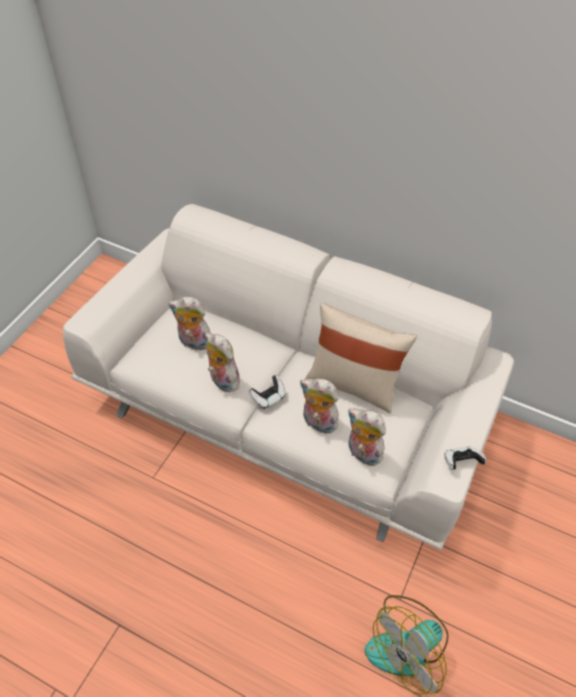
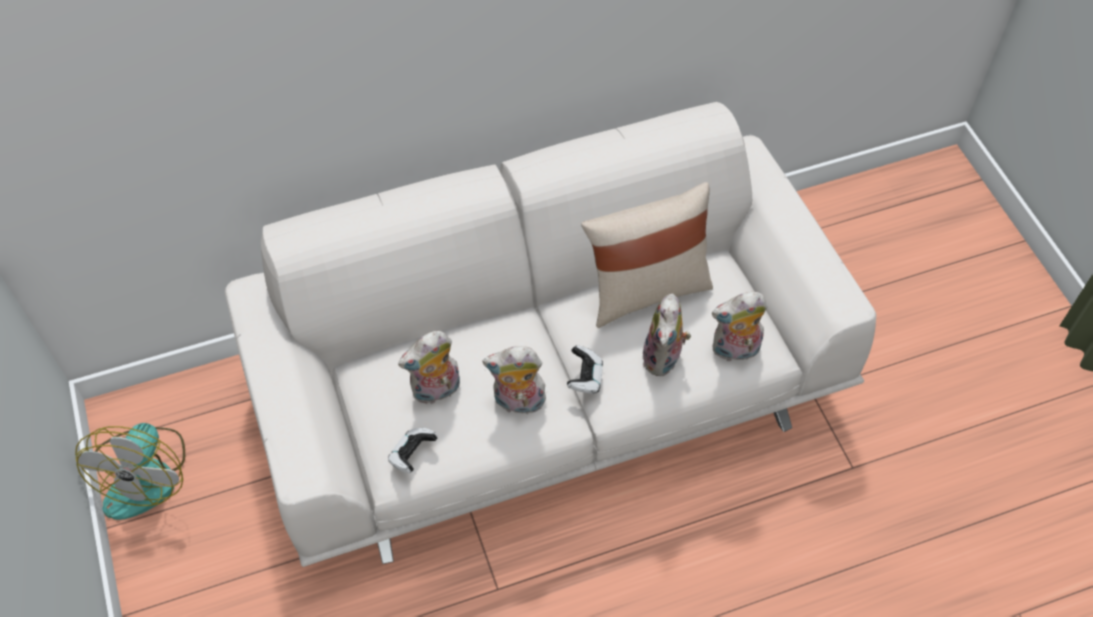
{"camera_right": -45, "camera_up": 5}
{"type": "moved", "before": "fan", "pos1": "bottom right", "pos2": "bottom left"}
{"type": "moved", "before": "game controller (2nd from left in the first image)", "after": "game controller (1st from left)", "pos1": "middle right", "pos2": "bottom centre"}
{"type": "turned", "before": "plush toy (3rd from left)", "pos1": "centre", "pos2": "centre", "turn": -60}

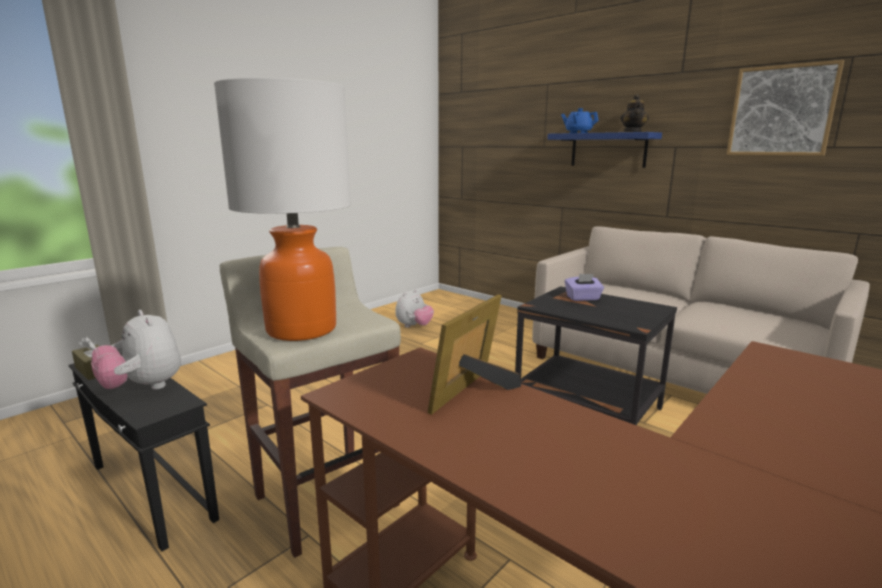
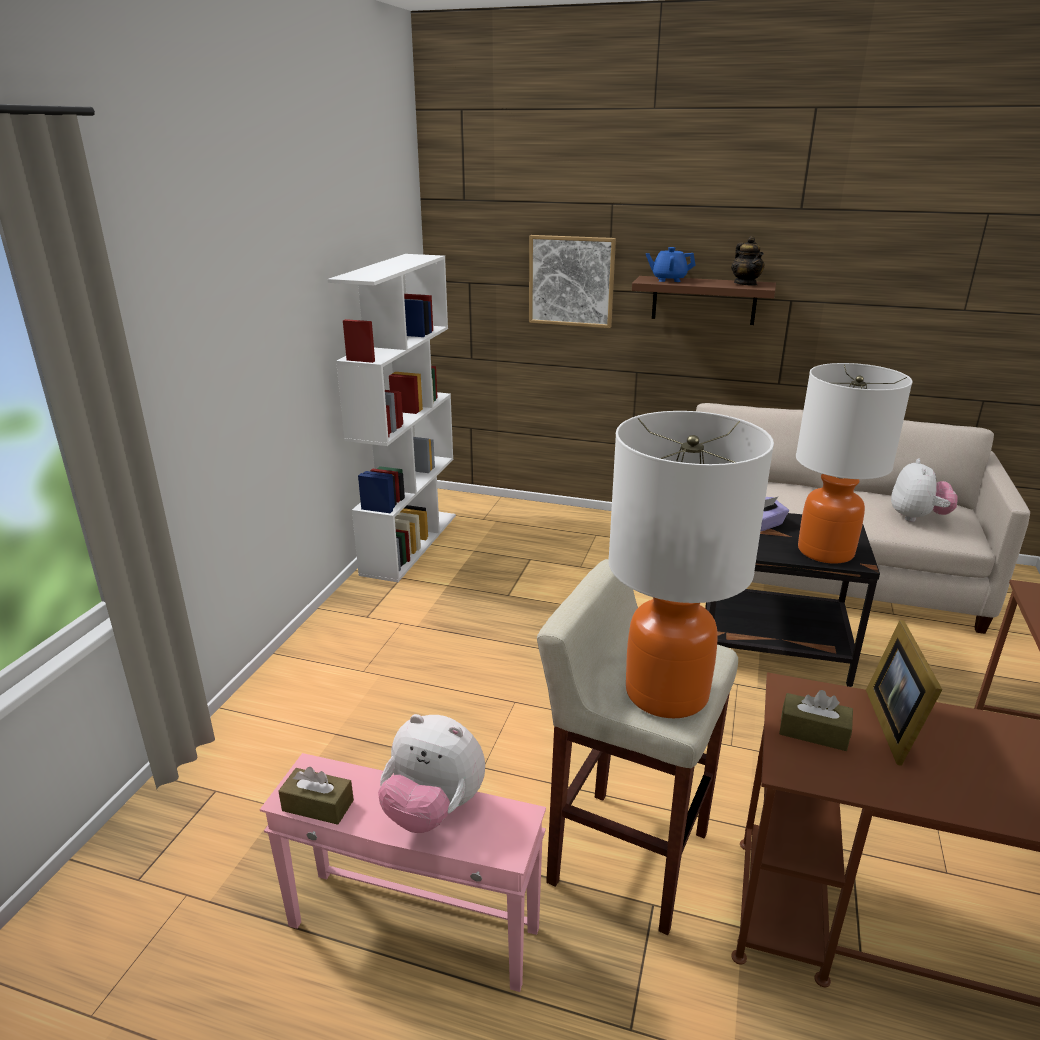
{"camera_right": -25, "camera_up": 10}
{"type": "added", "after": "white bookcase", "pos2": "centre"}
{"type": "added", "after": "brown tissue box (2nd from left)", "pos2": "bottom right"}
{"type": "added", "after": "table lamp (2nd from left)", "pos2": "middle right"}
{"type": "moved", "before": "plush toy (2nd from left)", "pos1": "centre", "pos2": "middle right"}
{"type": "moved", "before": "picture", "pos1": "top right", "pos2": "top centre"}
{"type": "recoloured", "before": "black side table (1st from left)", "after": "pink side table", "pos1": "bottom left", "pos2": "bottom centre"}
{"type": "recoloured", "before": "blue shelf", "after": "brown shelf", "pos1": "top right", "pos2": "top right"}

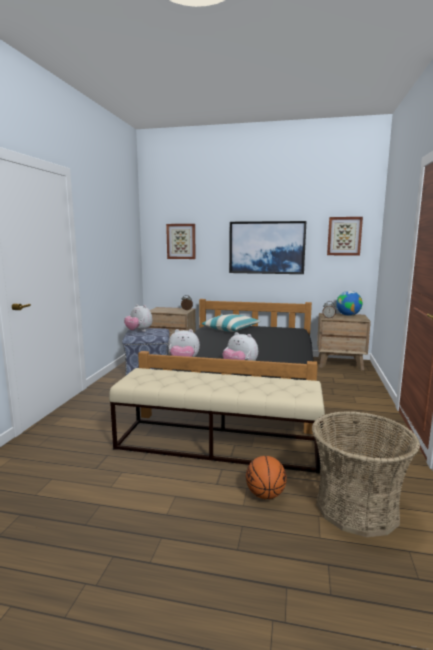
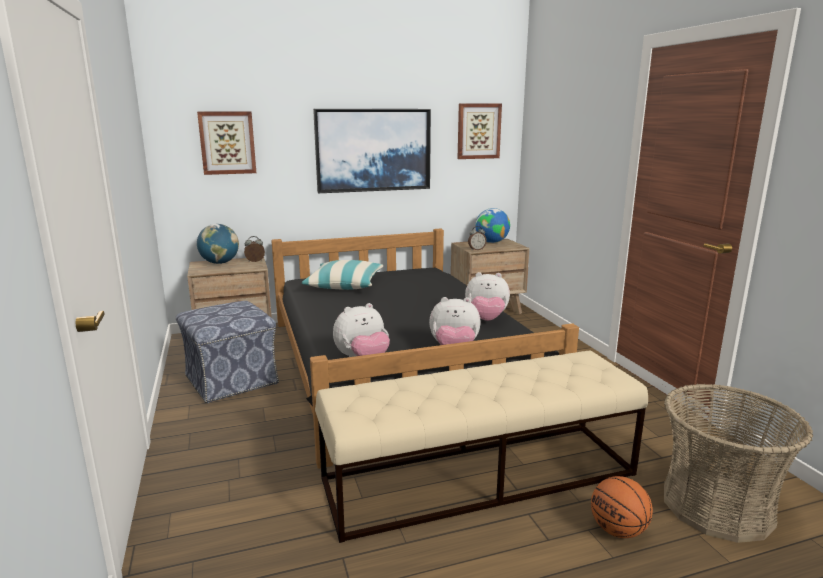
{"camera_right": -30, "camera_up": 5}
{"type": "added", "after": "globe (1st from left)", "pos2": "middle left"}
{"type": "moved", "before": "plush toy (1st from left in the first image)", "after": "plush toy (3rd from left)", "pos1": "middle left", "pos2": "centre"}

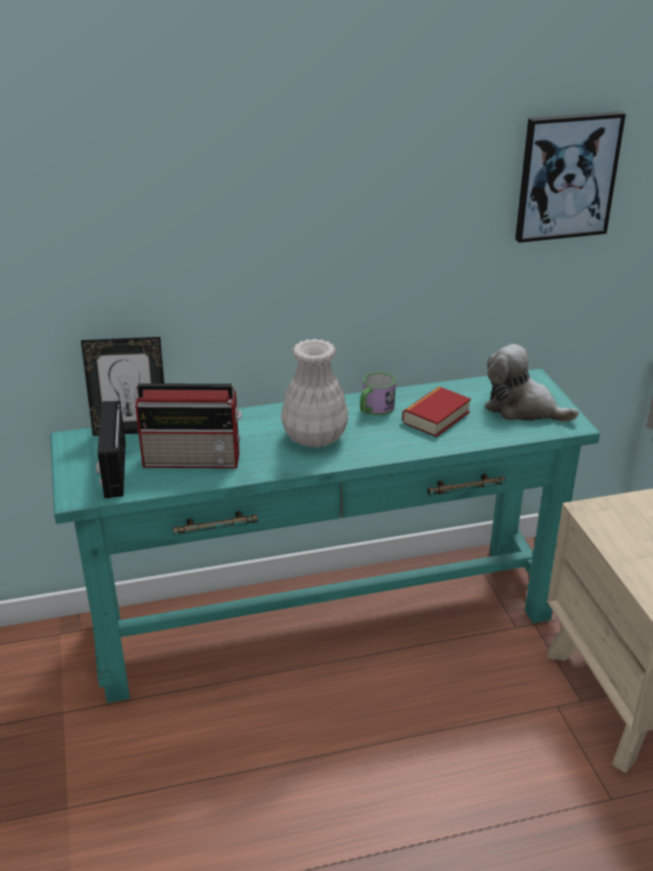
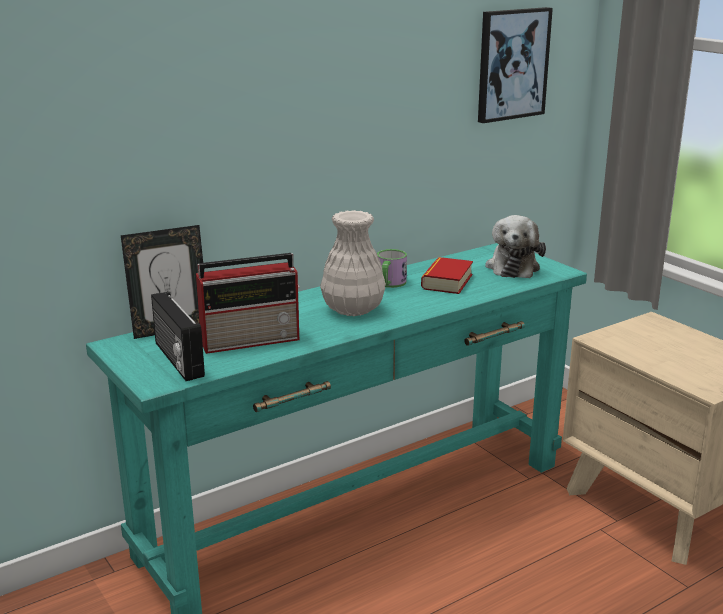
{"camera_right": -20, "camera_up": -10}
{"type": "turned", "before": "plush toy", "pos1": "middle right", "pos2": "middle right", "turn": -90}

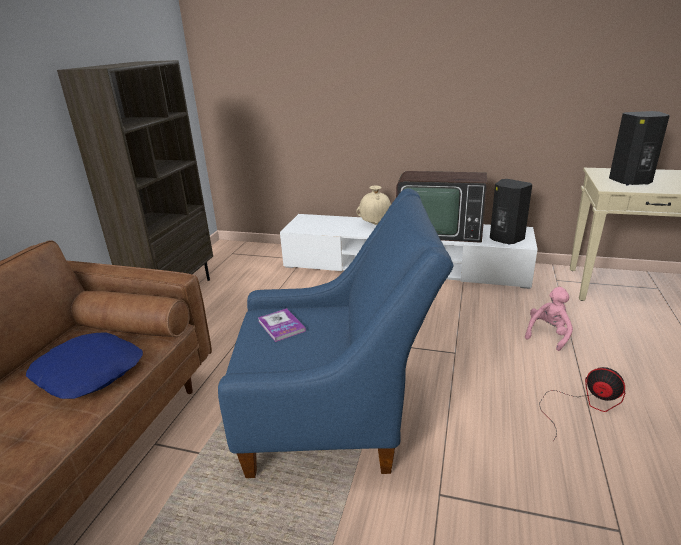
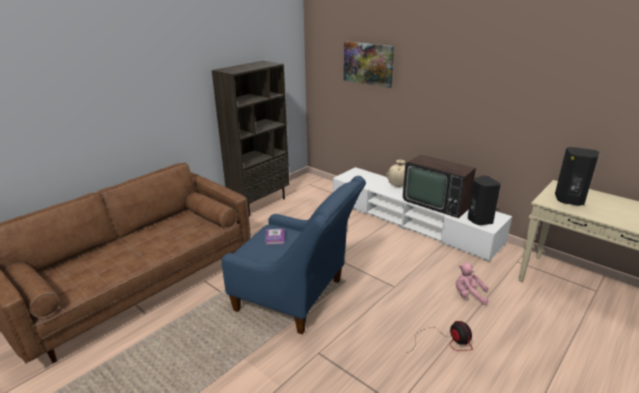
{"camera_right": 25, "camera_up": 0}
{"type": "removed", "before": "blue pillow", "pos1": "bottom left"}
{"type": "added", "after": "picture", "pos2": "top centre"}
{"type": "turned", "before": "pink plush toy", "pos1": "middle right", "pos2": "bottom right", "turn": -135}

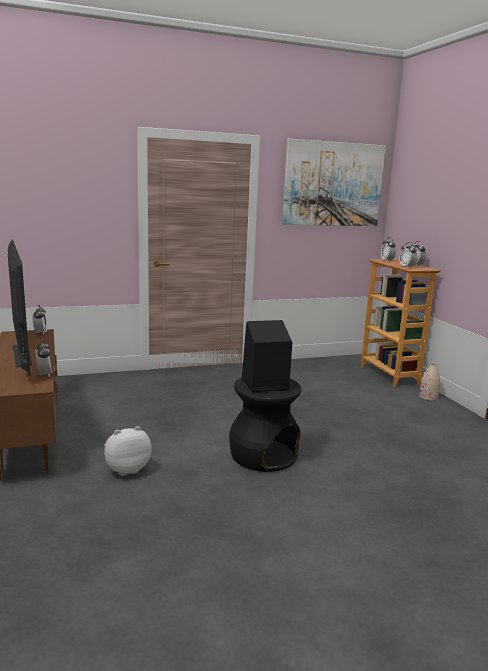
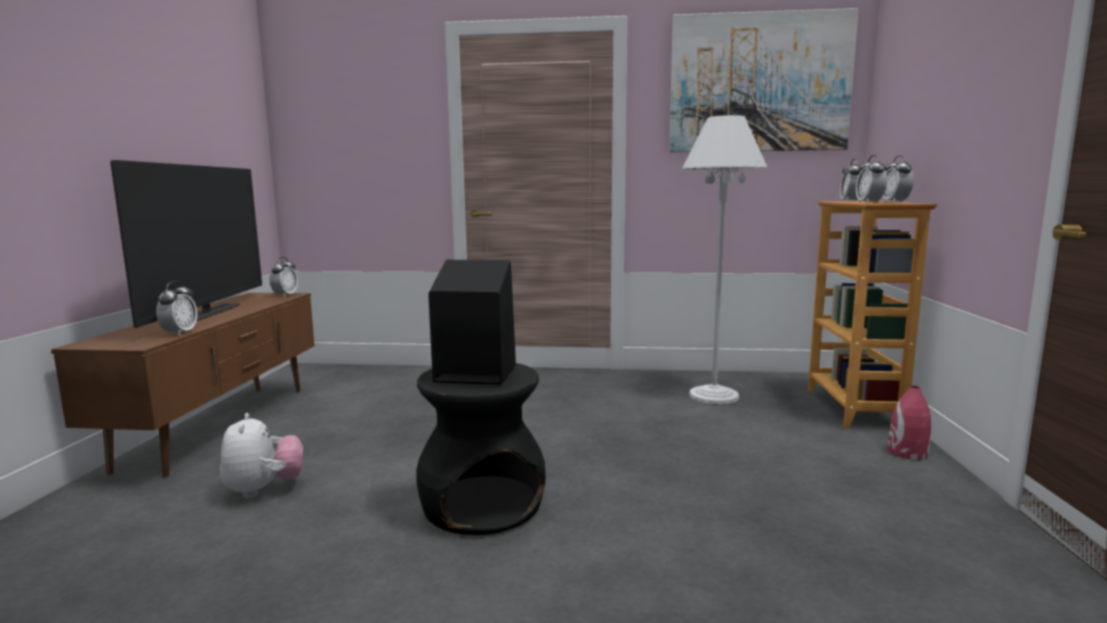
{"camera_right": 25, "camera_up": -5}
{"type": "added", "after": "white floor lamp", "pos2": "centre"}
{"type": "recoloured", "before": "beige vase", "after": "red vase", "pos1": "middle right", "pos2": "bottom right"}
{"type": "turned", "before": "plush toy", "pos1": "bottom left", "pos2": "bottom left", "turn": 75}

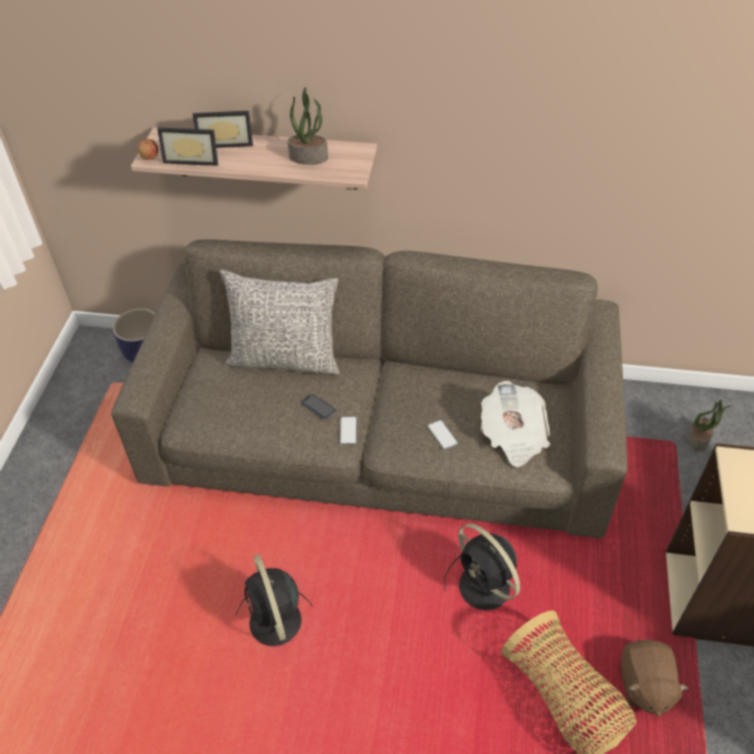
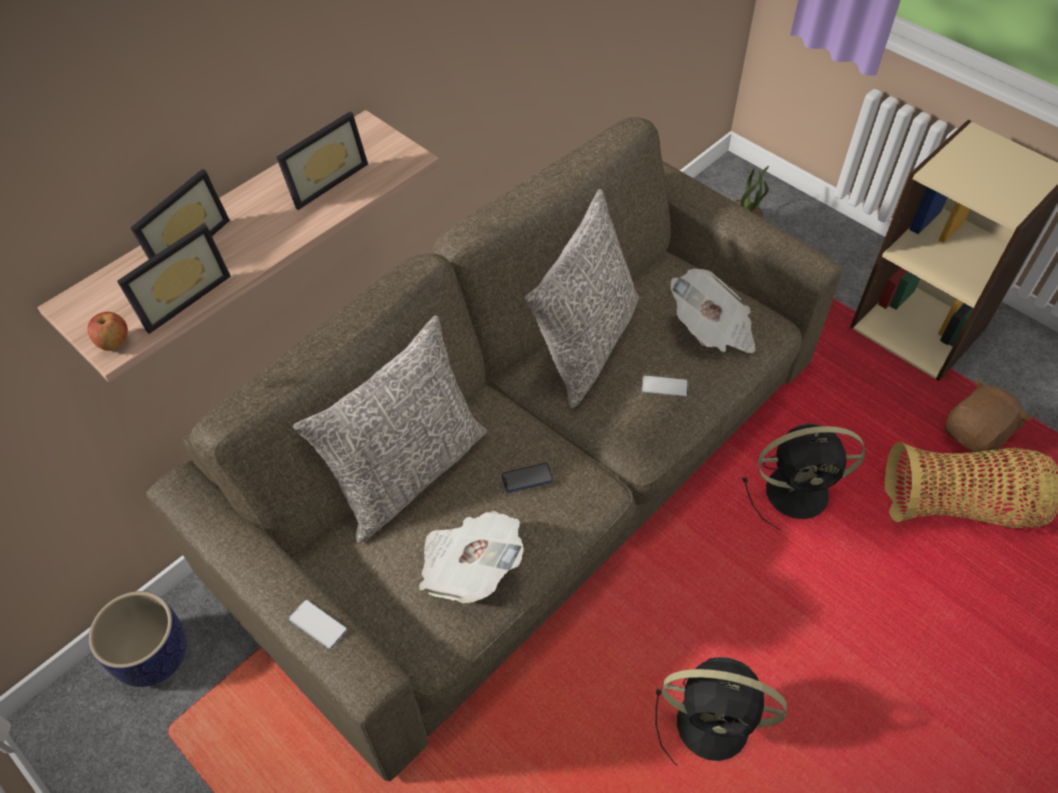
{"camera_right": -55, "camera_up": 5}
{"type": "added", "after": "newspaper (1st from left)", "pos2": "bottom centre"}
{"type": "added", "after": "grey pillow (2nd from left)", "pos2": "centre"}
{"type": "moved", "before": "phone (2nd from left in the first image)", "after": "phone (1st from left)", "pos1": "centre", "pos2": "bottom left"}
{"type": "replaced", "before": "potted plant (1st from left)", "after": "picture frame (3rd from left)", "pos1": "top centre", "pos2": "top left"}
{"type": "turned", "before": "brown plush toy", "pos1": "bottom right", "pos2": "middle right", "turn": -75}

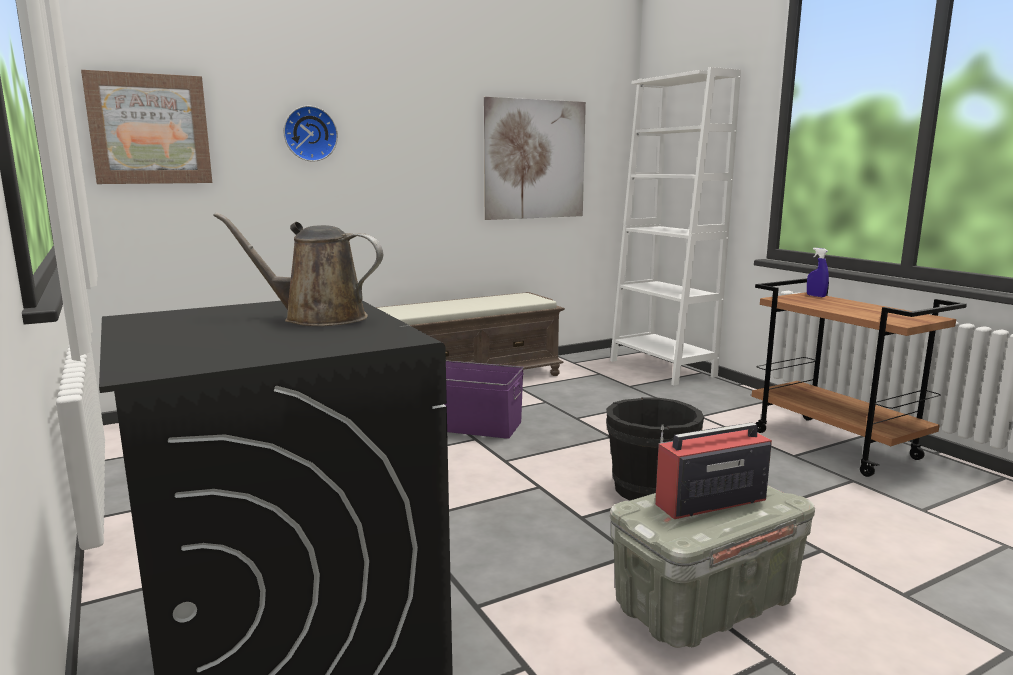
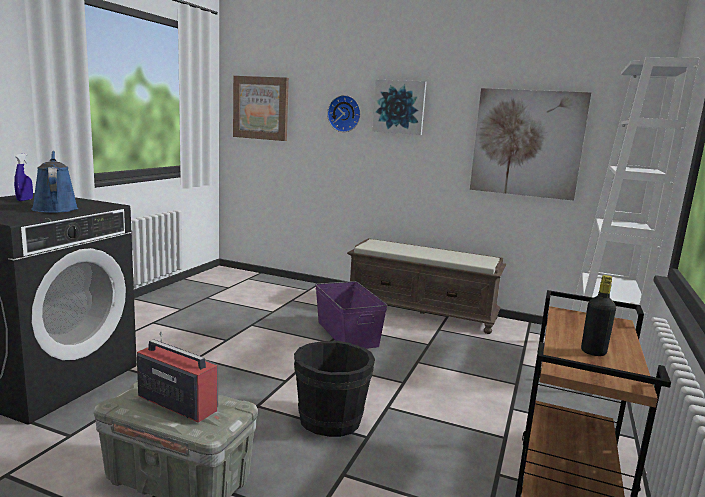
{"camera_right": 50, "camera_up": 0}
{"type": "added", "after": "picture (2nd from left)", "pos2": "top centre"}
{"type": "added", "after": "black bottle", "pos2": "middle right"}
{"type": "moved", "before": "blue spray bottle", "pos1": "middle right", "pos2": "middle left"}
{"type": "recoloured", "before": "brown watering can", "after": "blue watering can", "pos1": "middle left", "pos2": "middle left"}

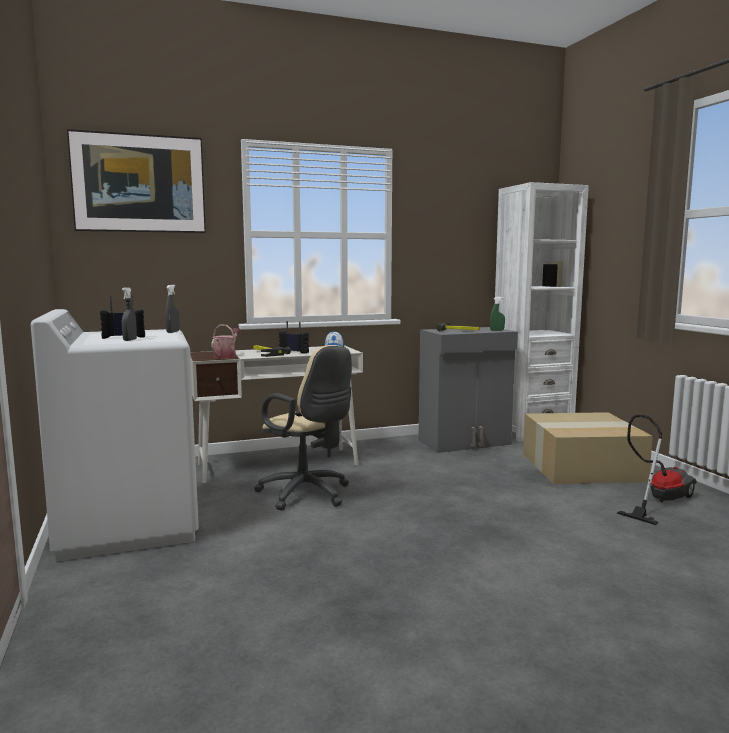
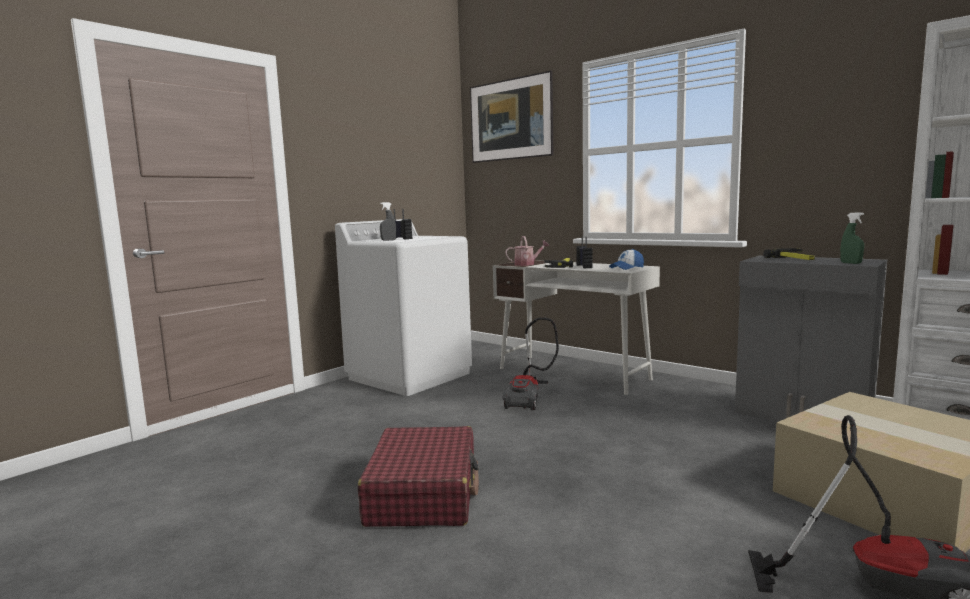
{"camera_right": 60, "camera_up": 0}
{"type": "removed", "before": "grey spray bottle (2nd from left)", "pos1": "middle left"}
{"type": "added", "after": "red suitcase", "pos2": "bottom centre"}
{"type": "replaced", "before": "beige office chair", "after": "vacuum cleaner (1st from left)", "pos1": "centre", "pos2": "centre"}

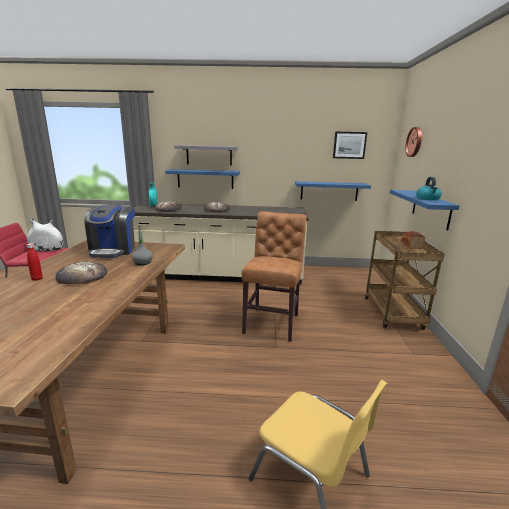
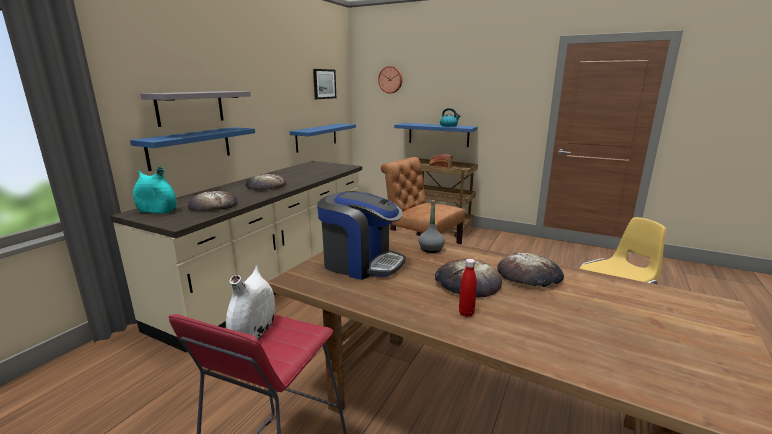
{"camera_right": -65, "camera_up": 0}
{"type": "added", "after": "bread (5th from left)", "pos2": "middle right"}

